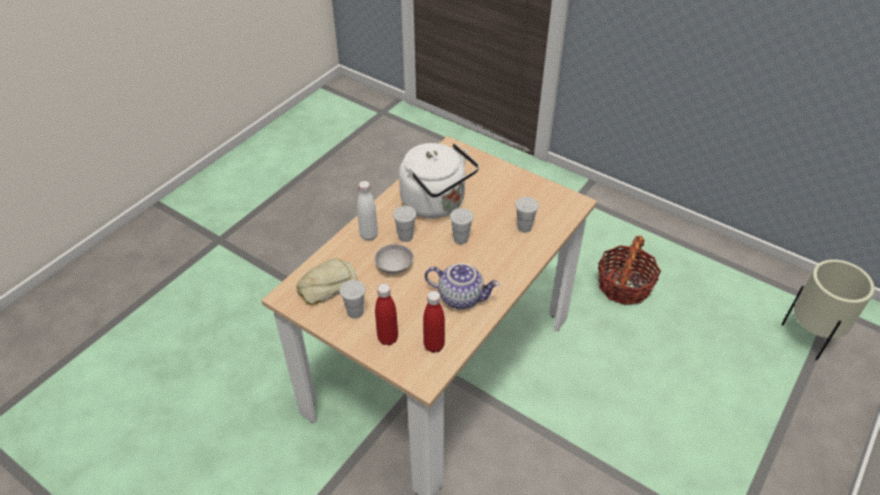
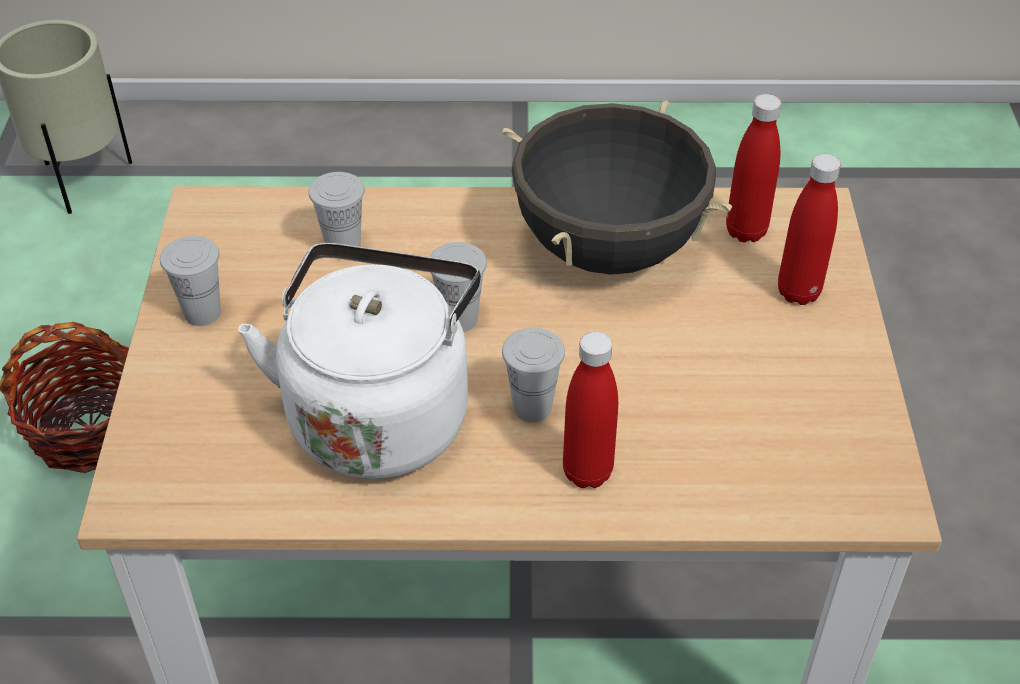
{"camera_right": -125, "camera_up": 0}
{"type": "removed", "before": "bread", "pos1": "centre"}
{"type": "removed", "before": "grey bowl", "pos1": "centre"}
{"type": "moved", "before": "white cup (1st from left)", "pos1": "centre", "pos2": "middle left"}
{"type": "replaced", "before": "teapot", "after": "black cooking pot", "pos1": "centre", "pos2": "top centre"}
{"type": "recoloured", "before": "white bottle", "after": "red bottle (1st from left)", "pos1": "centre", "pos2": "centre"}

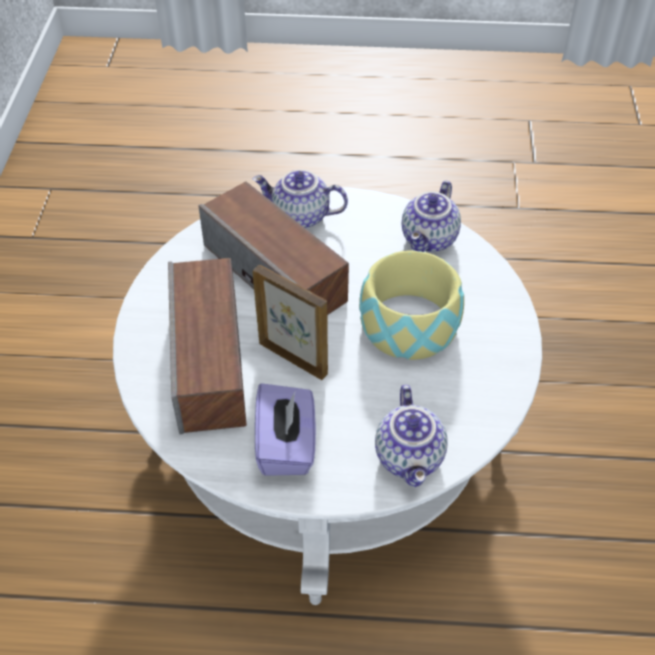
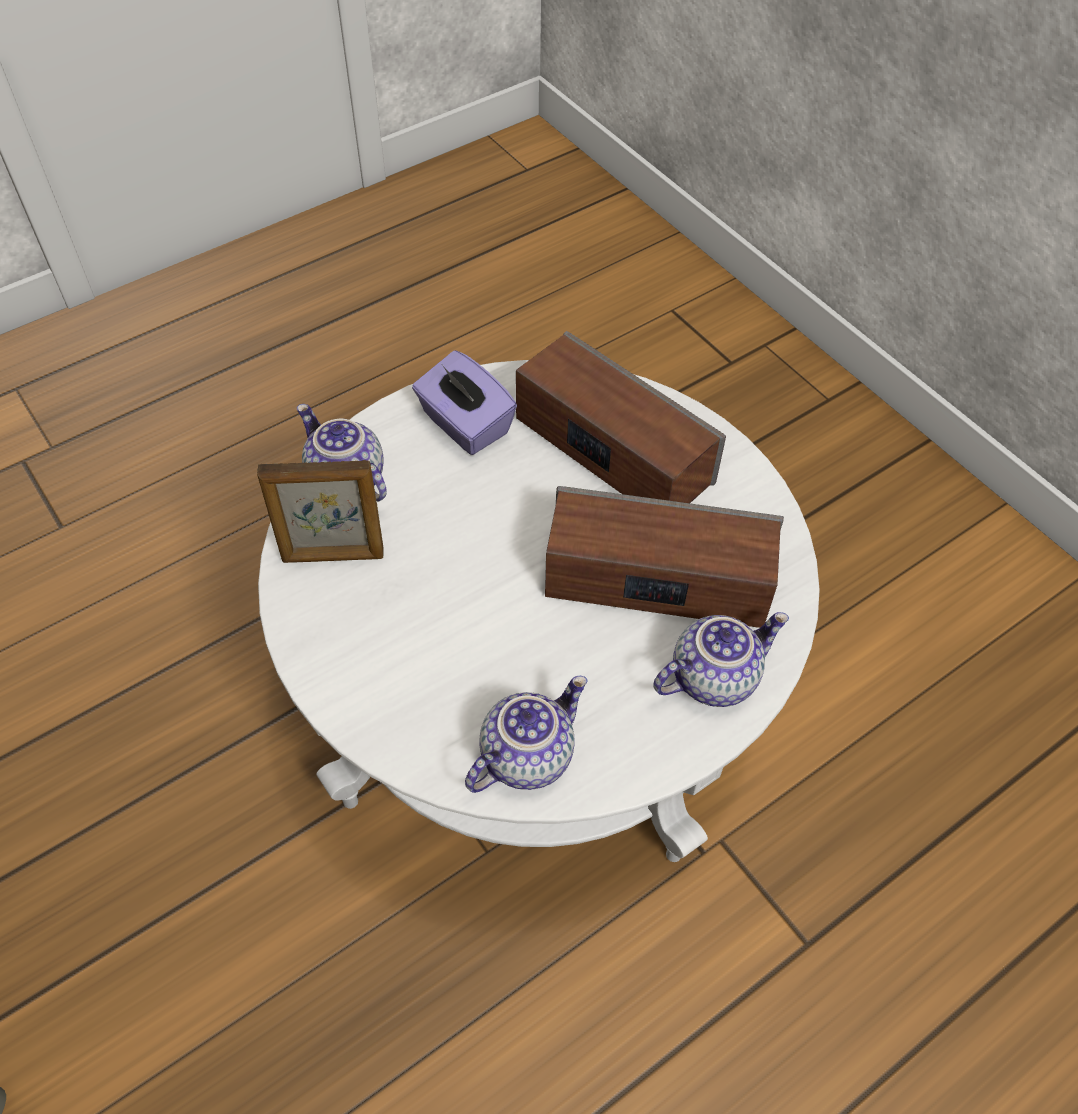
{"camera_right": 140, "camera_up": 5}
{"type": "removed", "before": "bowl", "pos1": "centre"}
{"type": "moved", "before": "picture frame", "pos1": "centre", "pos2": "middle left"}
{"type": "turned", "before": "teapot (3rd from left in the first image)", "pos1": "top centre", "pos2": "centre", "turn": 60}

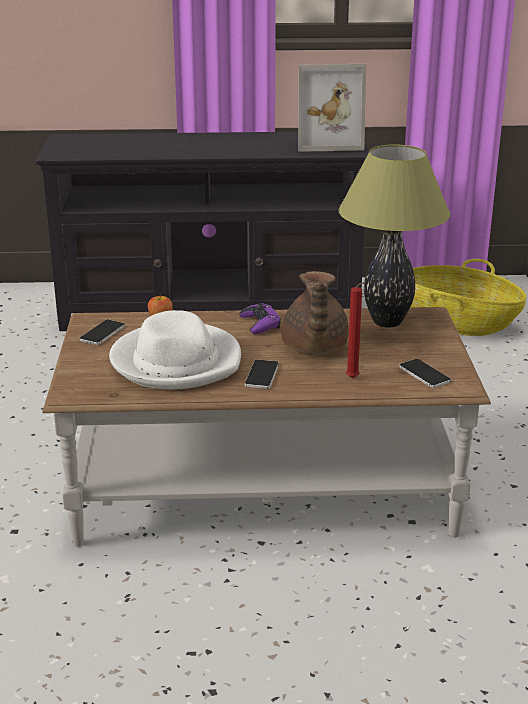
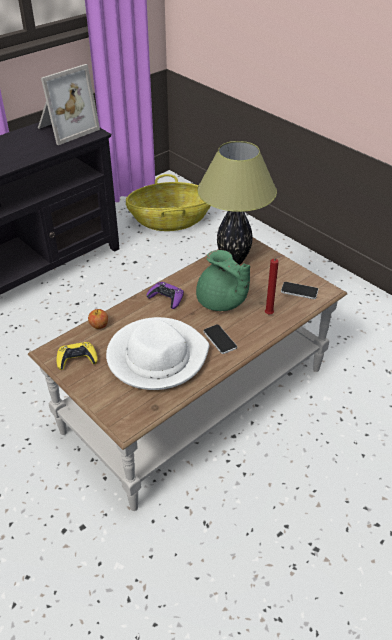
{"camera_right": -40, "camera_up": 15}
{"type": "replaced", "before": "phone (1st from left)", "after": "yellow game controller", "pos1": "middle left", "pos2": "middle left"}
{"type": "recoloured", "before": "brown teapot", "after": "green teapot", "pos1": "centre", "pos2": "centre"}

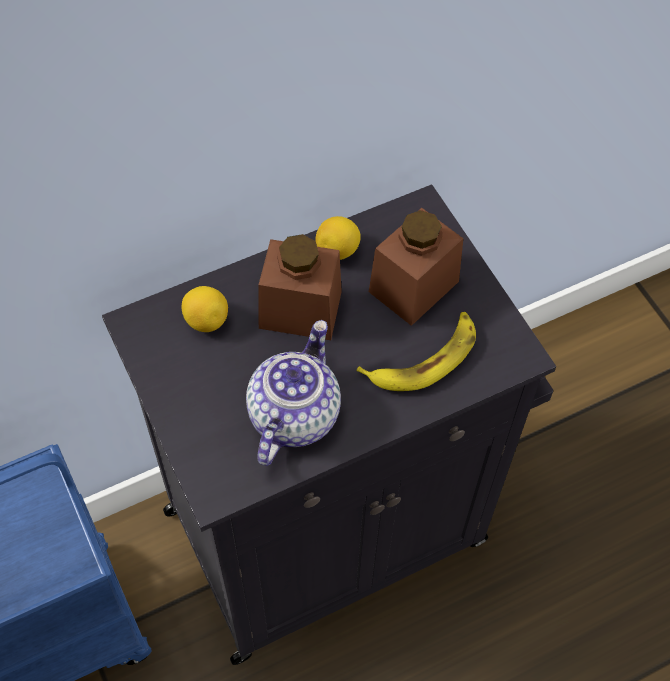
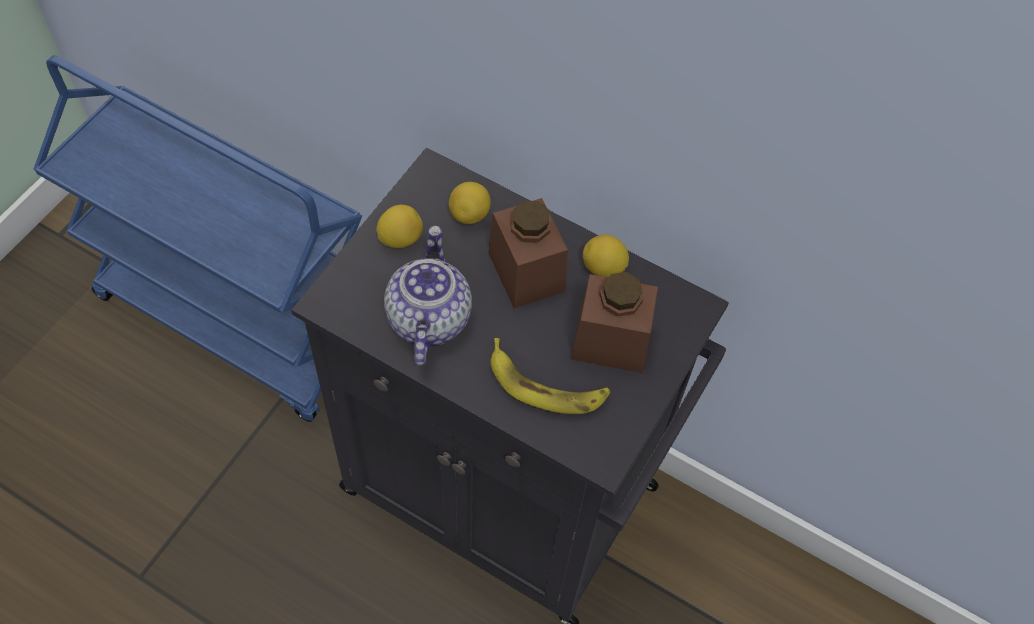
{"camera_right": 55, "camera_up": 0}
{"type": "added", "after": "lemon (1st from left)", "pos2": "centre"}
{"type": "turned", "before": "teapot", "pos1": "centre", "pos2": "centre", "turn": -75}

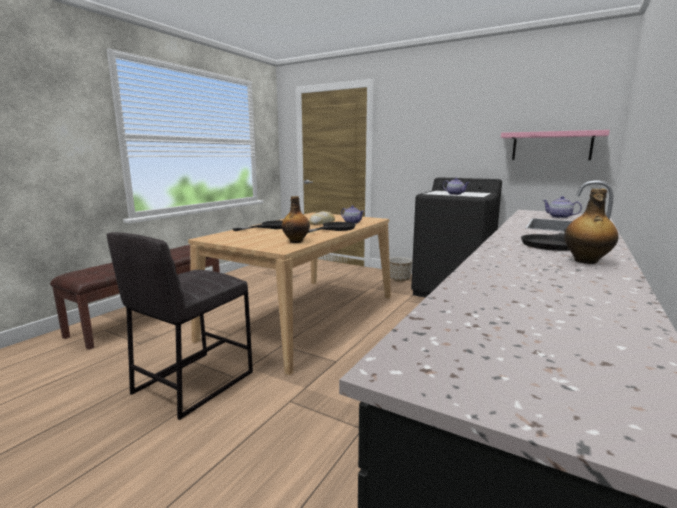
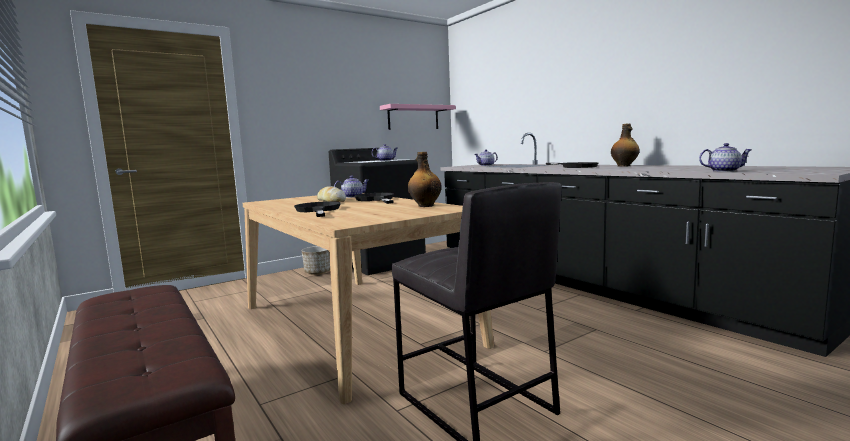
{"camera_right": -65, "camera_up": -5}
{"type": "added", "after": "teapot (4th from left)", "pos2": "middle right"}

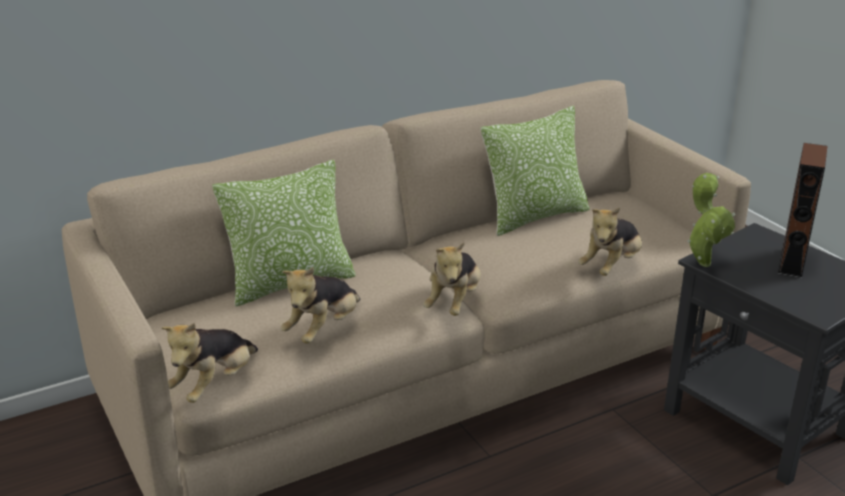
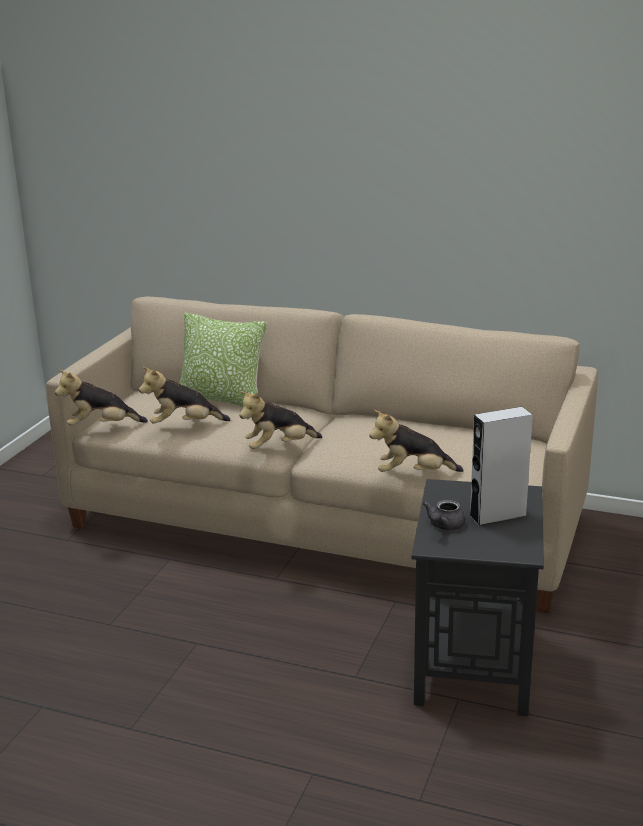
{"camera_right": 50, "camera_up": -5}
{"type": "removed", "before": "pillow (2nd from left)", "pos1": "centre"}
{"type": "removed", "before": "potted plant", "pos1": "middle right"}
{"type": "added", "after": "grey teapot", "pos2": "middle right"}
{"type": "recoloured", "before": "brown speaker", "after": "grey speaker", "pos1": "middle right", "pos2": "middle right"}

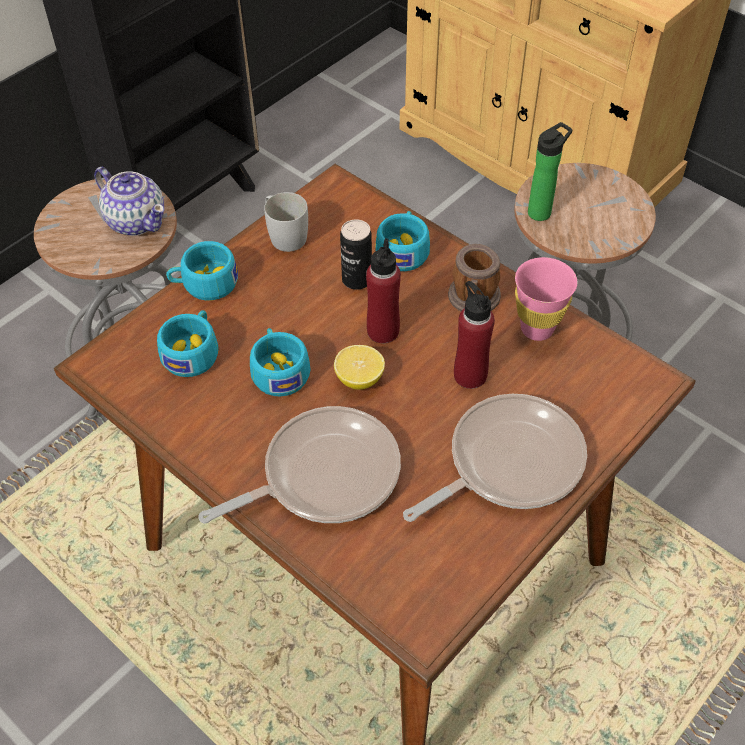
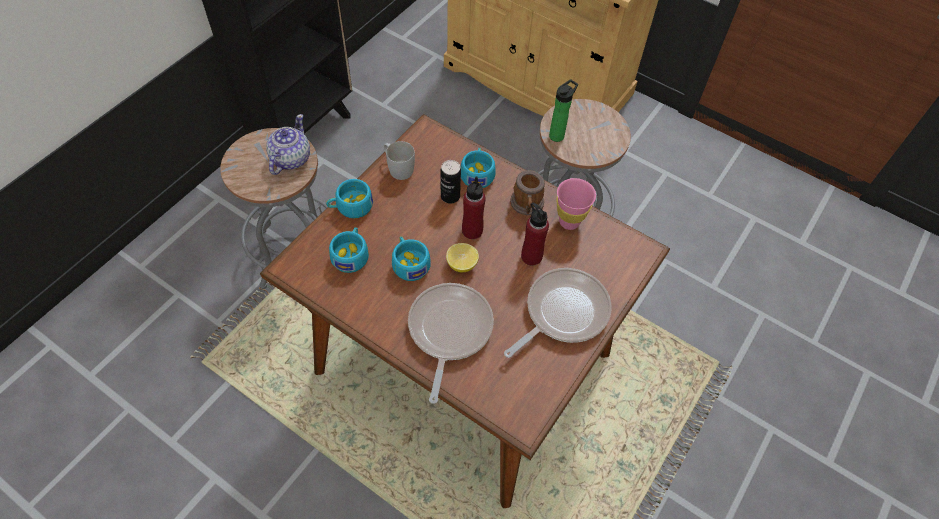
{"camera_right": -10, "camera_up": 5}
{"type": "turned", "before": "teapot", "pos1": "top left", "pos2": "top left", "turn": -105}
{"type": "turned", "before": "frying pan (1st from left)", "pos1": "centre", "pos2": "centre", "turn": -45}

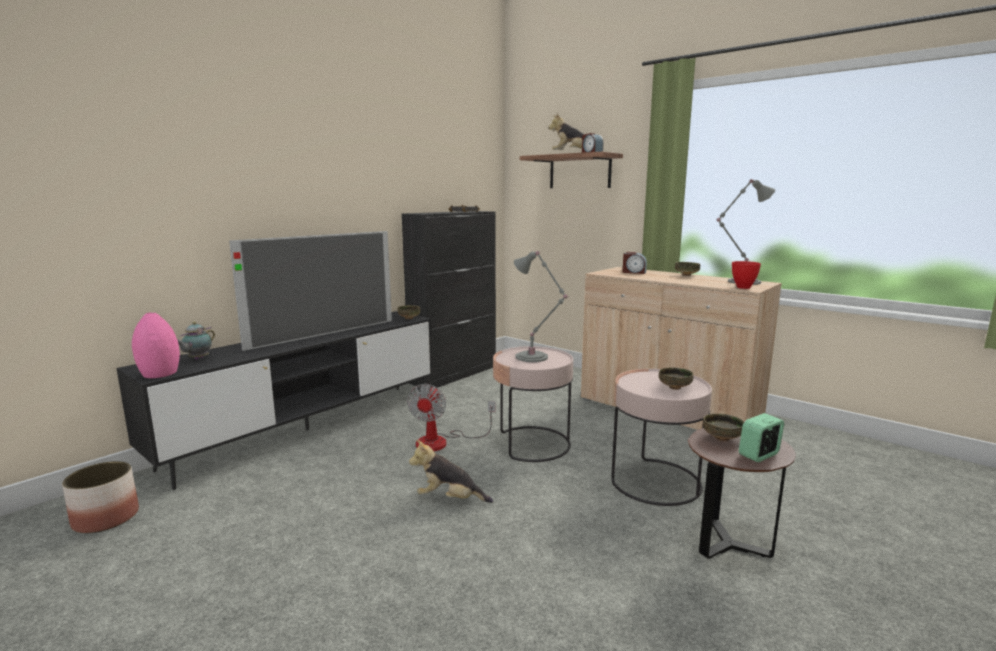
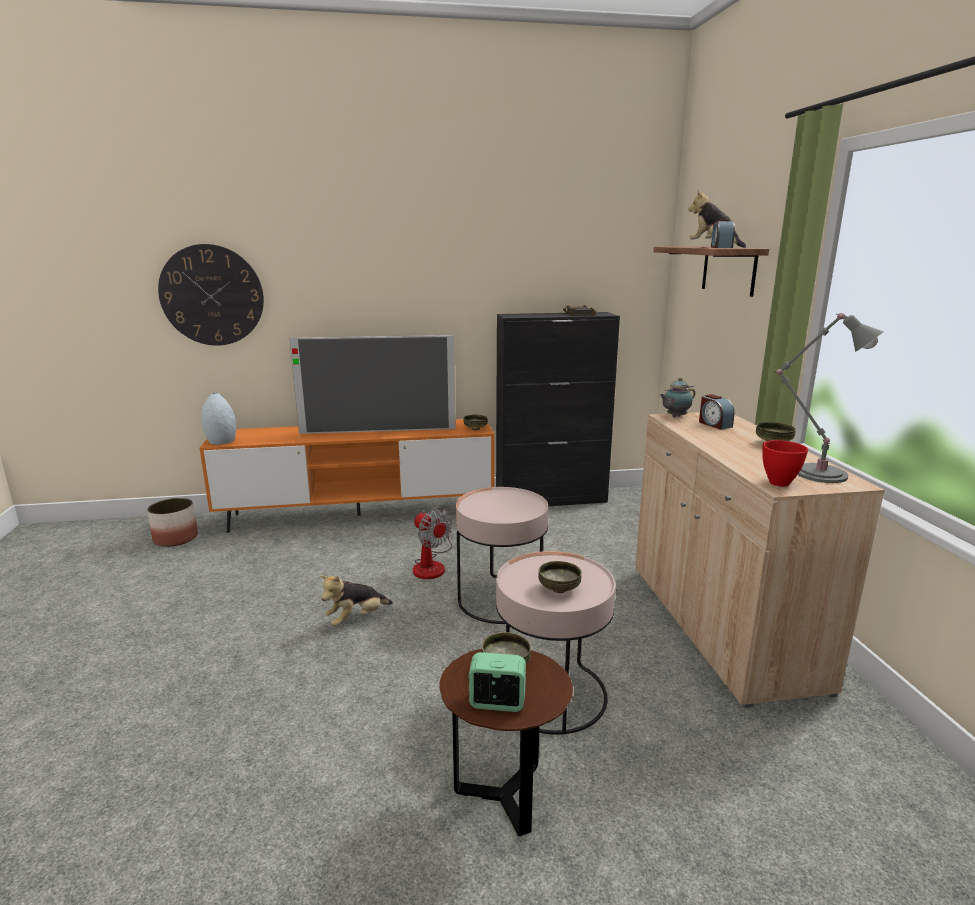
{"camera_right": 40, "camera_up": 5}
{"type": "removed", "before": "grey table lamp (1st from left)", "pos1": "centre"}
{"type": "added", "after": "wall clock", "pos2": "top left"}
{"type": "moved", "before": "teapot", "pos1": "middle left", "pos2": "middle right"}
{"type": "recoloured", "before": "black tv stand", "after": "orange tv stand", "pos1": "middle left", "pos2": "centre"}
{"type": "recoloured", "before": "pink vase", "after": "grey vase", "pos1": "middle left", "pos2": "middle left"}
{"type": "turned", "before": "fan", "pos1": "centre", "pos2": "centre", "turn": -90}
{"type": "turned", "before": "plush toy (1st from left)", "pos1": "bottom centre", "pos2": "centre", "turn": -90}

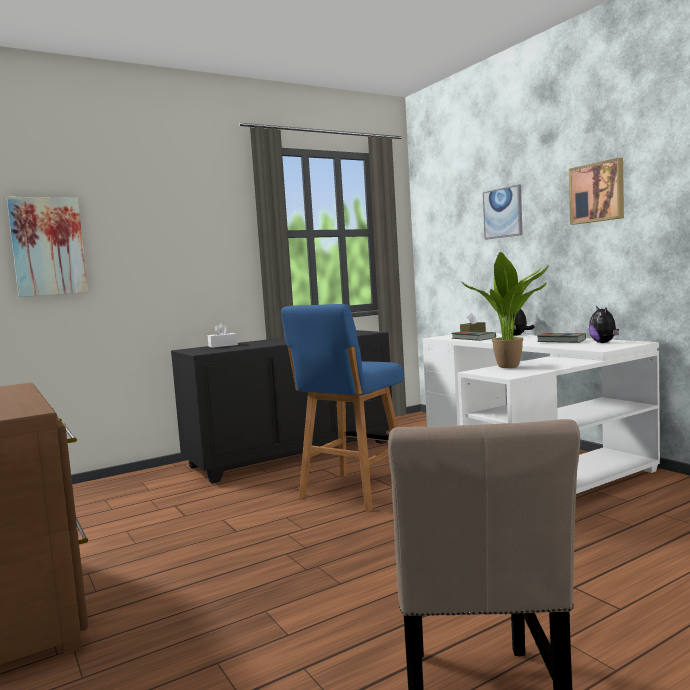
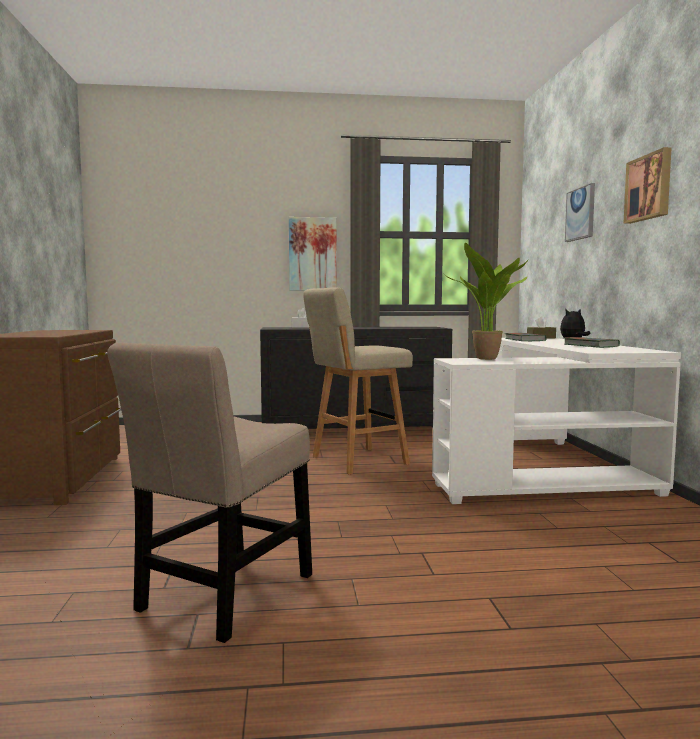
{"camera_right": 25, "camera_up": 0}
{"type": "removed", "before": "plush toy (2nd from left)", "pos1": "middle right"}
{"type": "moved", "before": "picture (1st from left)", "pos1": "middle left", "pos2": "centre"}
{"type": "recoloured", "before": "blue stool", "after": "beige stool", "pos1": "centre", "pos2": "centre"}

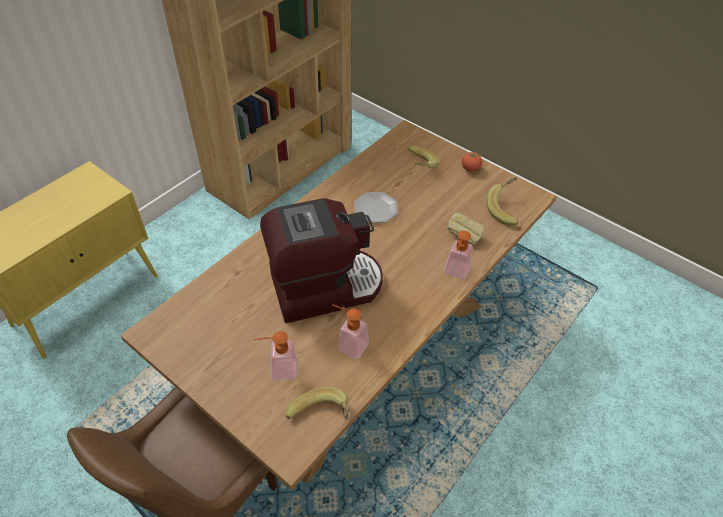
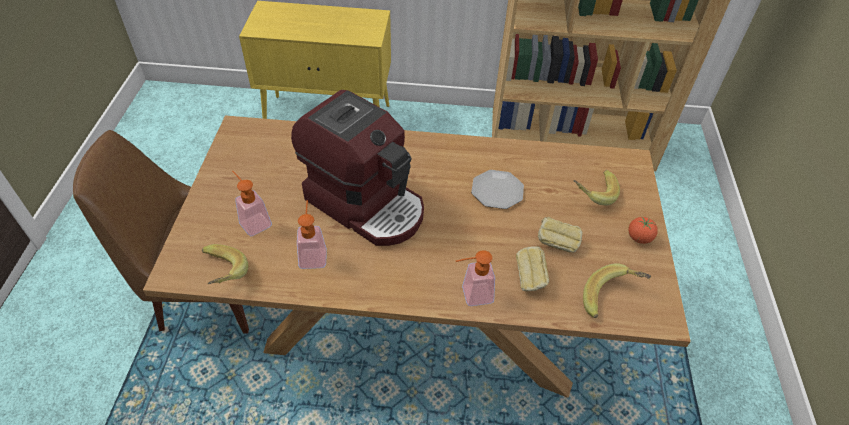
{"camera_right": 55, "camera_up": 0}
{"type": "added", "after": "bread (2nd from left)", "pos2": "centre"}

